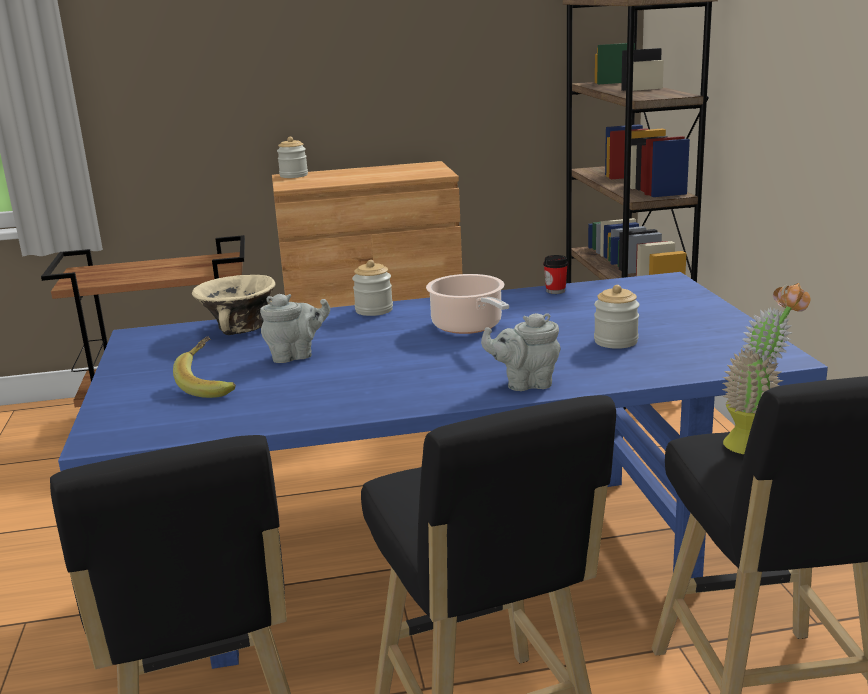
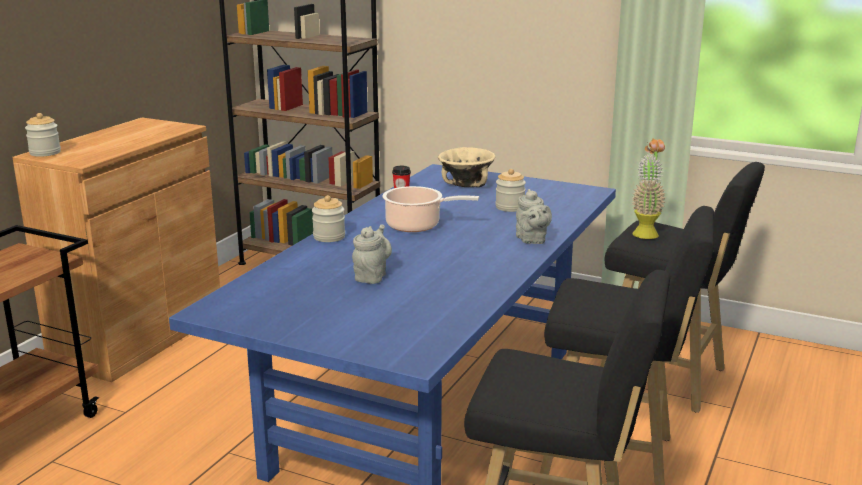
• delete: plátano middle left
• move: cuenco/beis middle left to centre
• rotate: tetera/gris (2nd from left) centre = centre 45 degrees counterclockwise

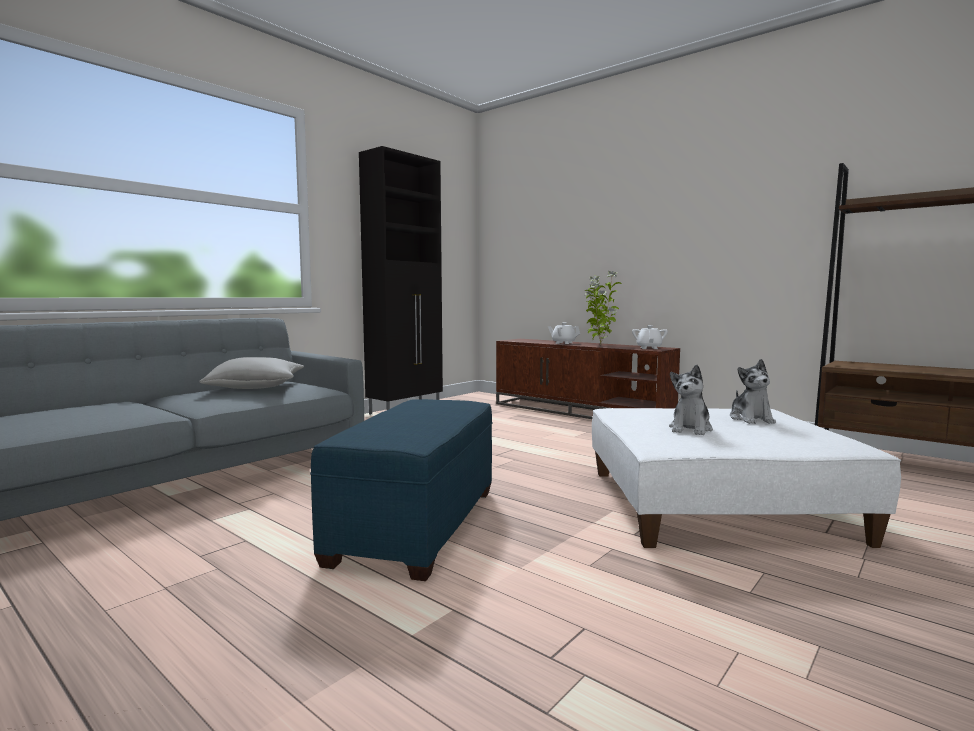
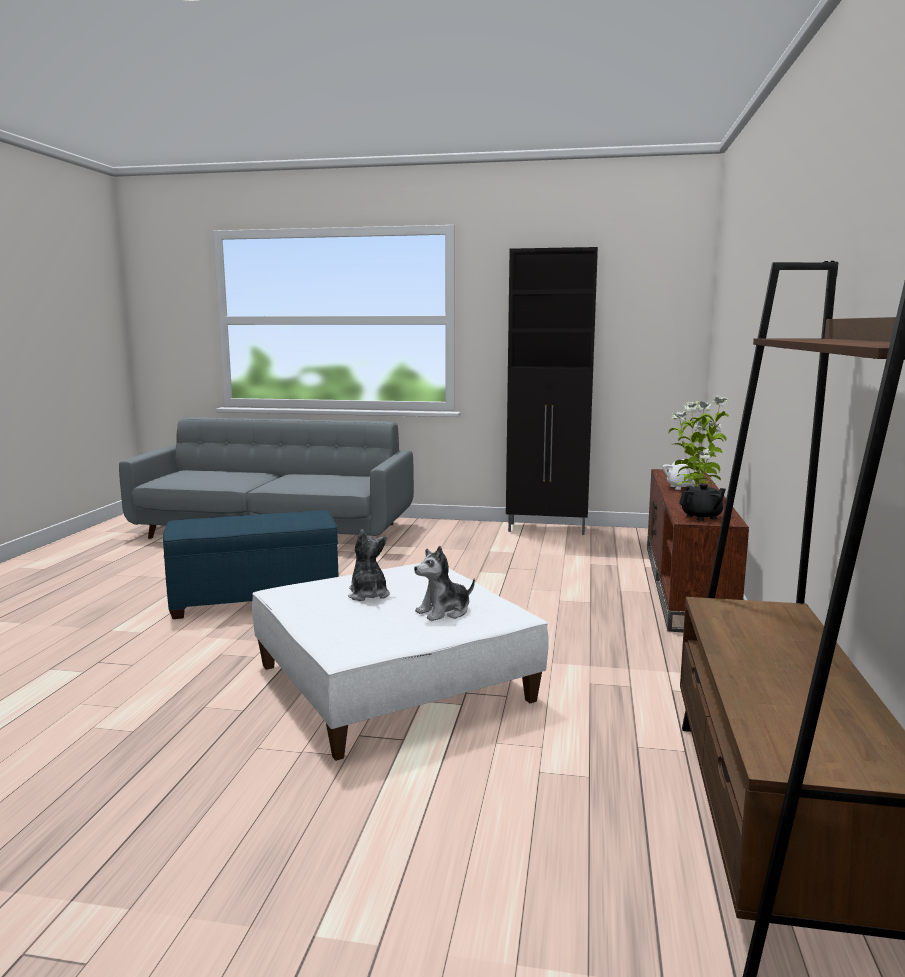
• delete: cojín/gris middle left
• recolor: tetera/blanco (2nd from left) middle right to tetera/negro middle right
• rotate: peluche (1st from left) middle right = centre 75 degrees clockwise

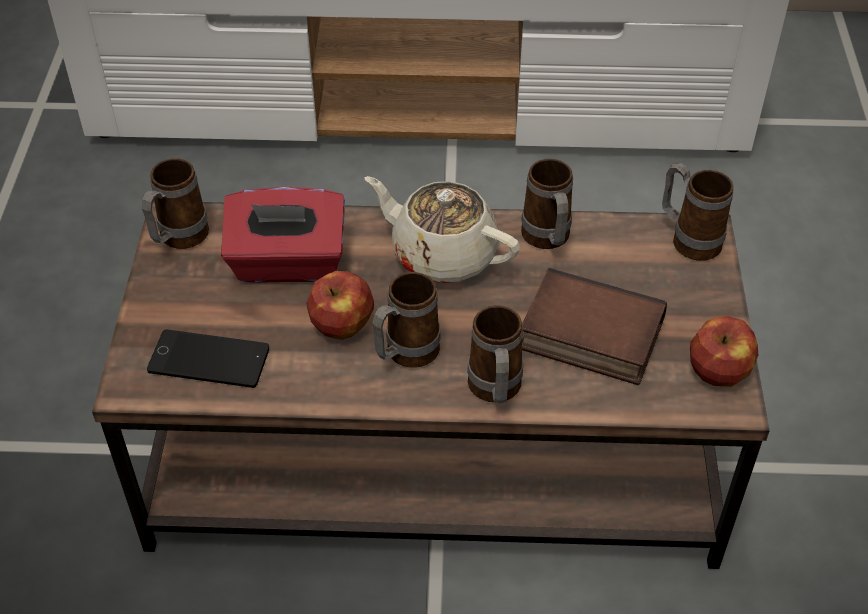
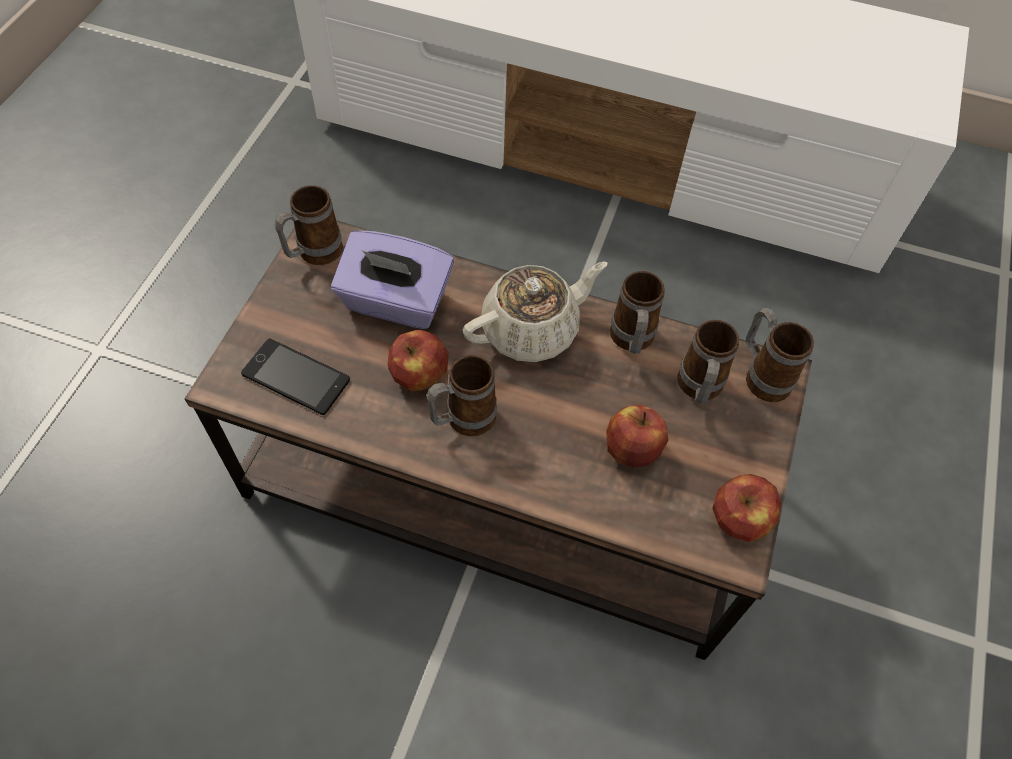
• recolor: caja de pañuelos/rojo middle left to caja de pañuelos/morado centre
• rotate: tetera/beis centre = centre 105 degrees clockwise
• move: taza grande (3rd from left in the first image) centre to taza grande (4th from left) middle right
• replace: libro middle right to manzana (2nd from left) centre

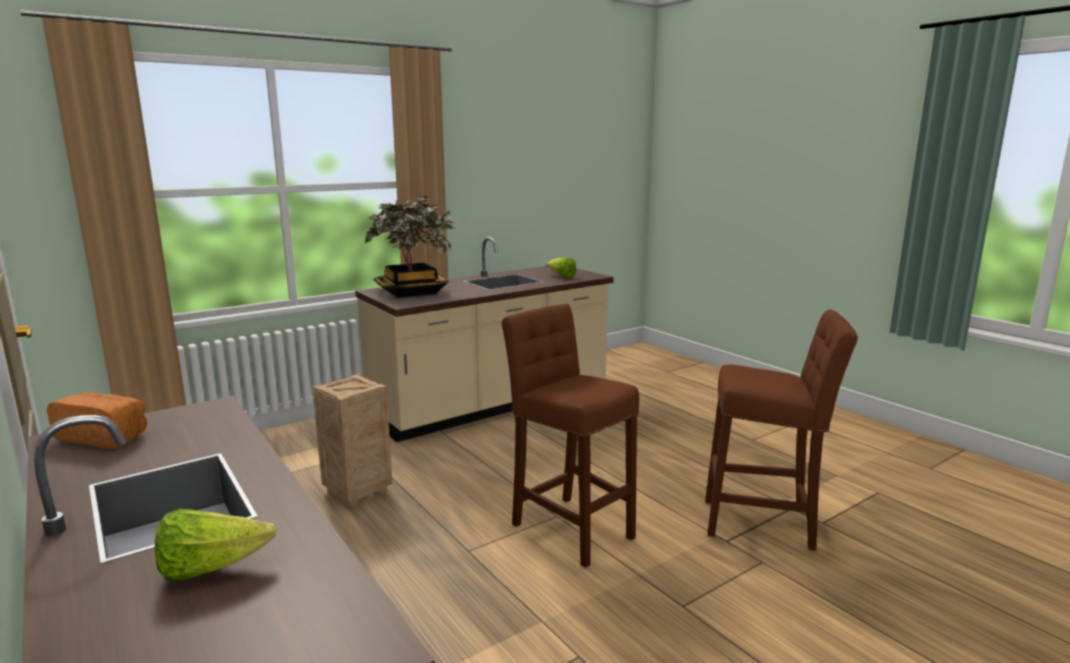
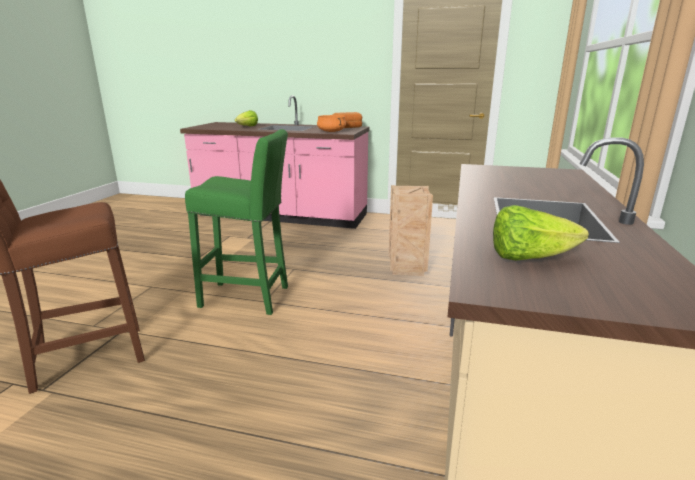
• delete: planta en maceta centre
• recolor: taburete/marrón (1st from left) centre to taburete/verde centre
• insert: olla/naranja top centre

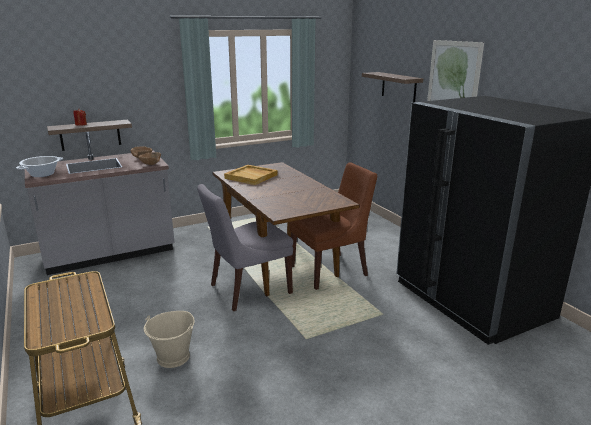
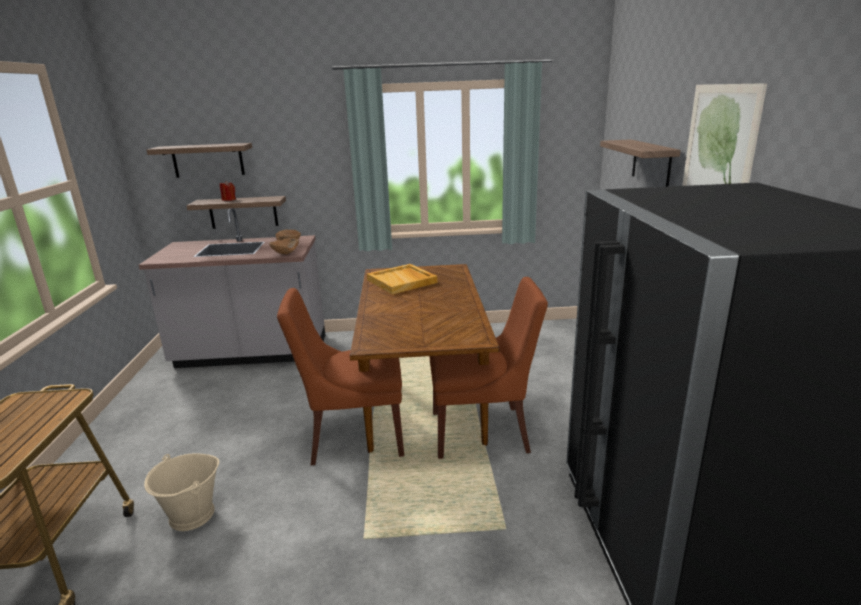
• delete: olla middle left
• recolor: silla/gris centre to silla/marrón (1st from left) centre
• insert: estante (1st from left) top left

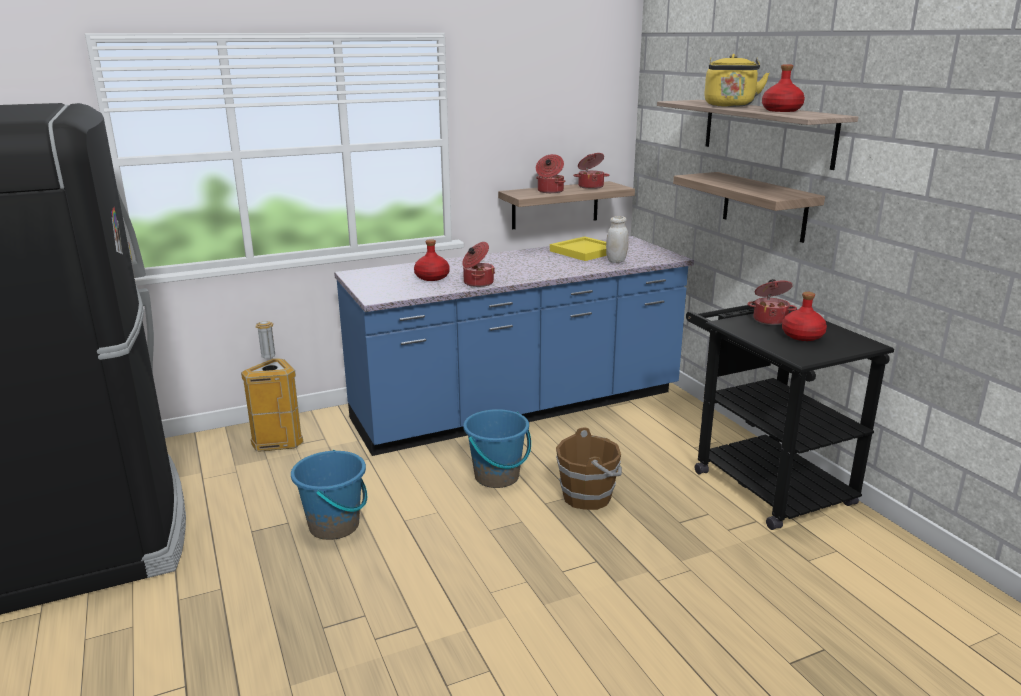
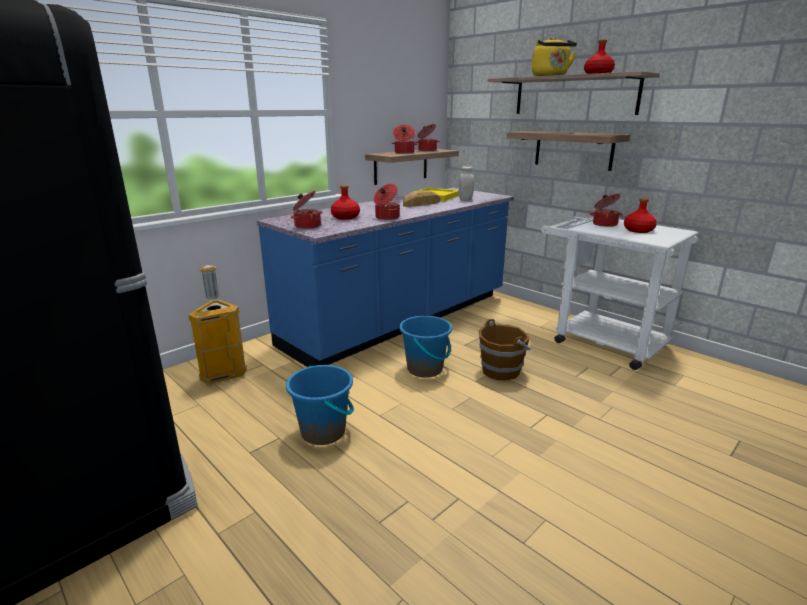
• recolor: carrito/negro middle right to carrito/blanco middle right
• insert: olla (1st from left) centre
• insert: pan top centre

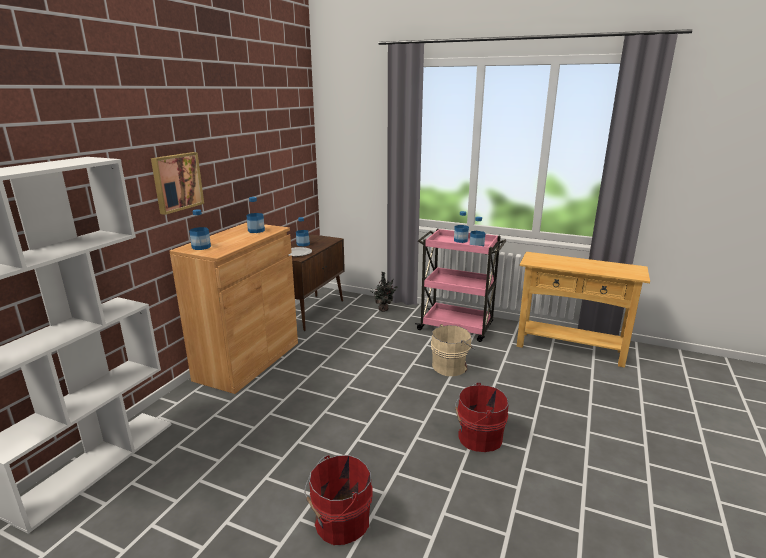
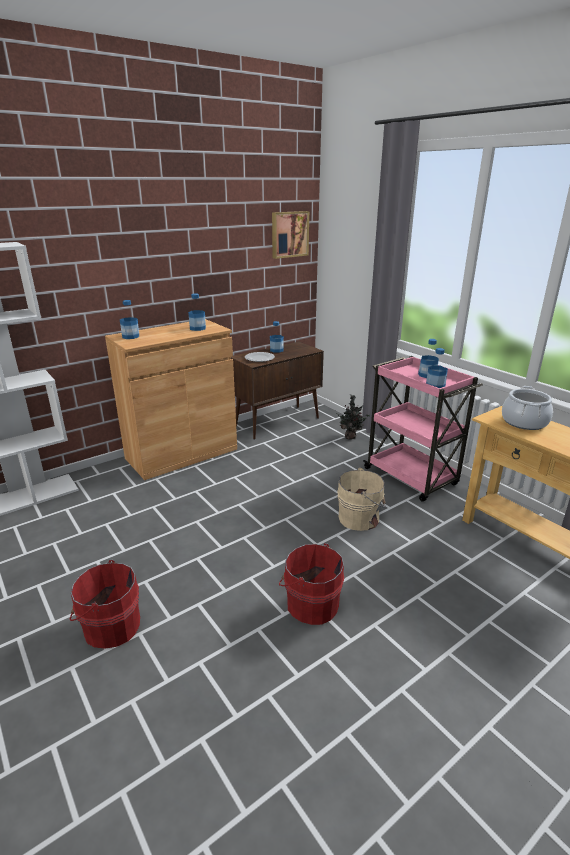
• move: cuadro top left to top centre
• insert: olla middle right

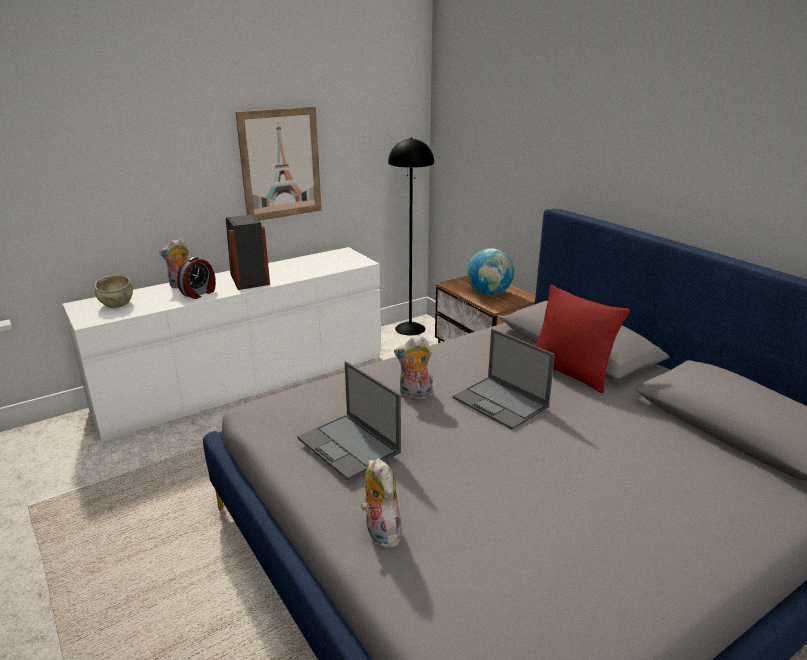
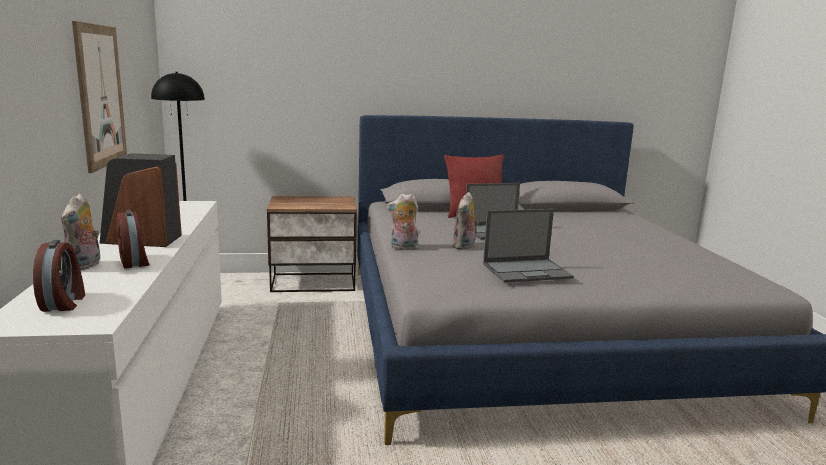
• replace: cuenco/beis middle left to despertador (1st from left) middle left
• move: peluche (2nd from left) bottom centre to centre
• delete: globo terráqueo centre

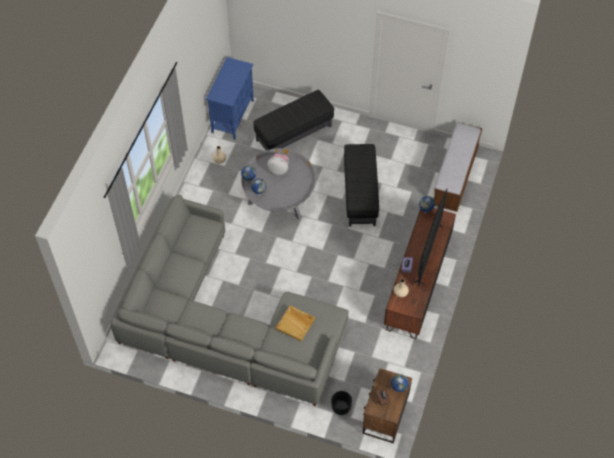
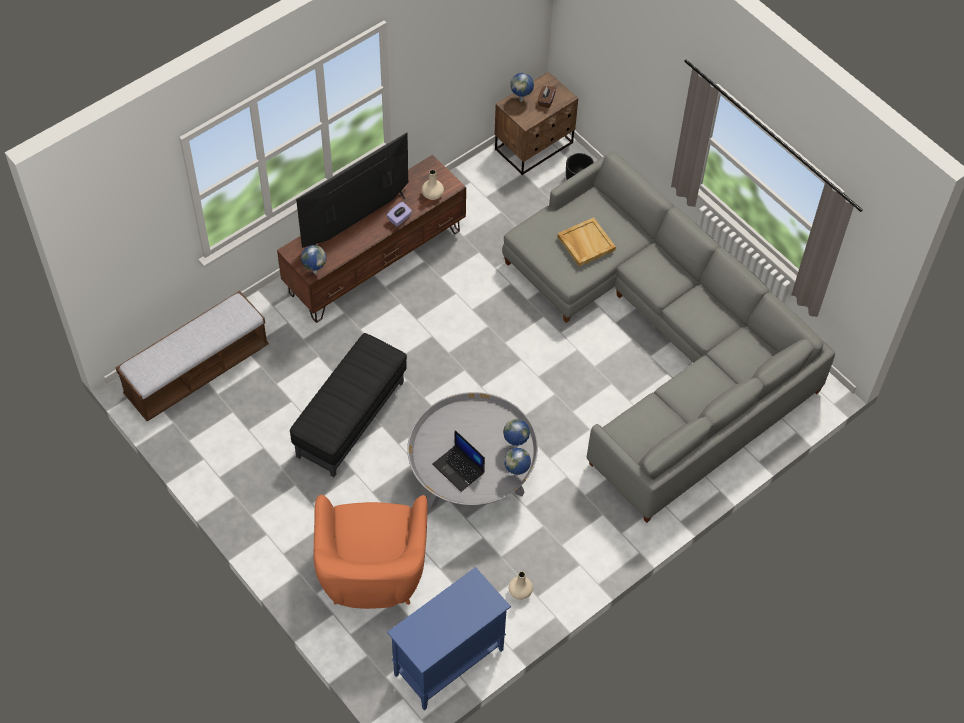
• replace: puf/negro (1st from left) top centre to sillón/naranja bottom centre
• replace: peluche centre to portátil centre

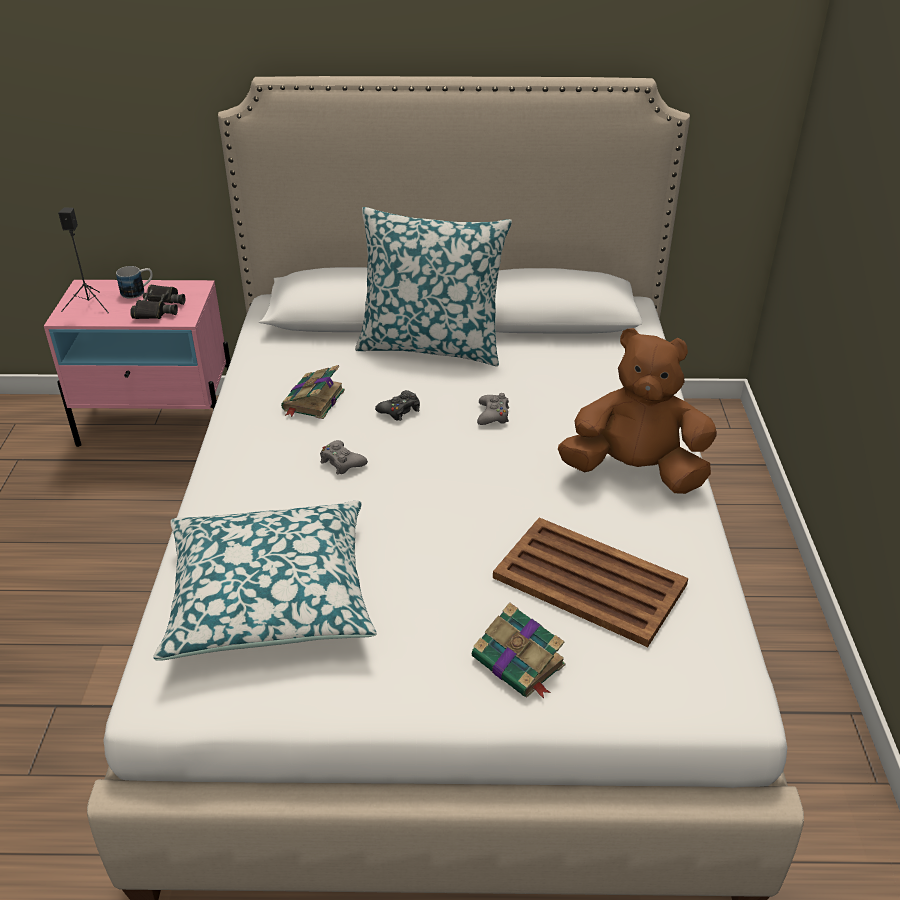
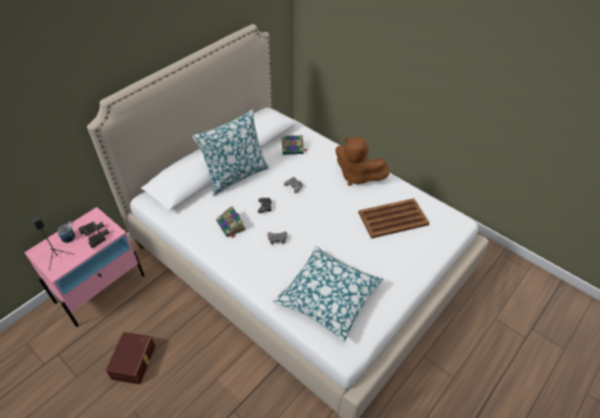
• move: libro (2nd from left) bottom centre to centre
• rotate: peluche/marrón middle right = centre 105 degrees counterclockwise
• insert: caja de almacenaje/marrón bottom left

